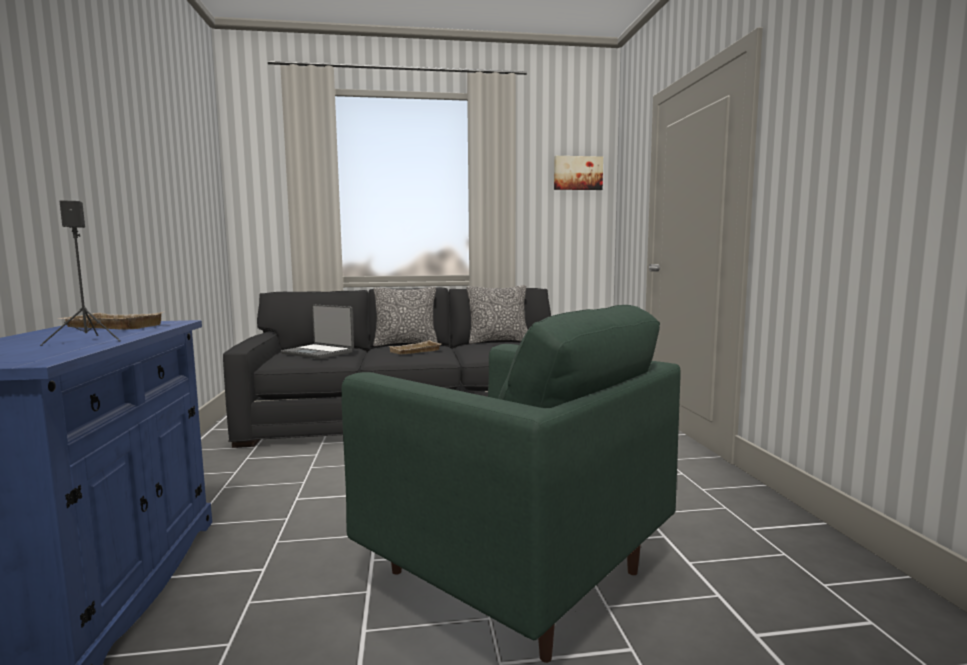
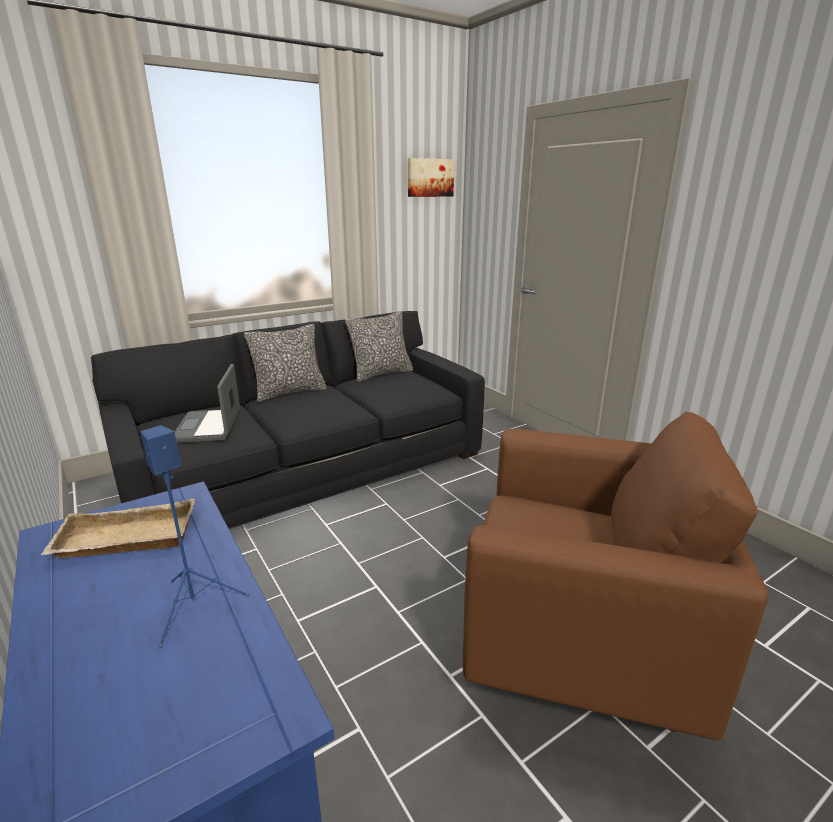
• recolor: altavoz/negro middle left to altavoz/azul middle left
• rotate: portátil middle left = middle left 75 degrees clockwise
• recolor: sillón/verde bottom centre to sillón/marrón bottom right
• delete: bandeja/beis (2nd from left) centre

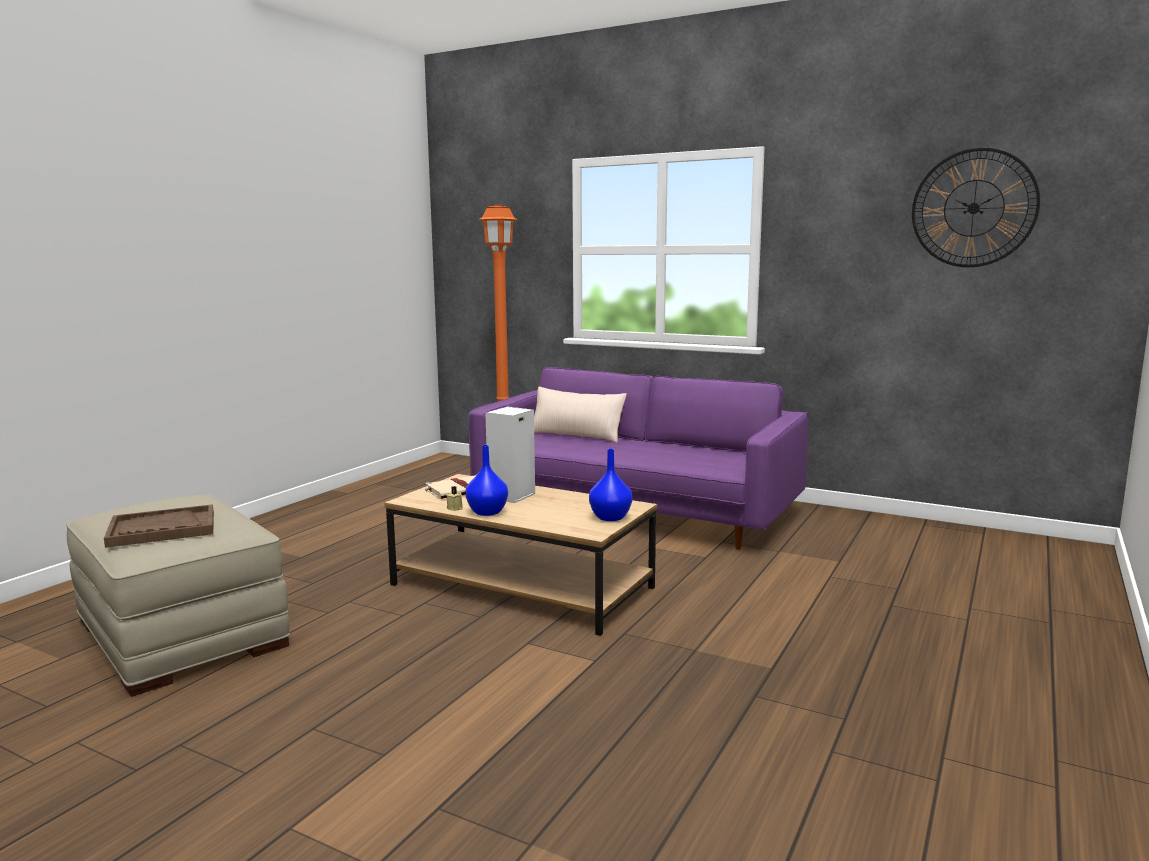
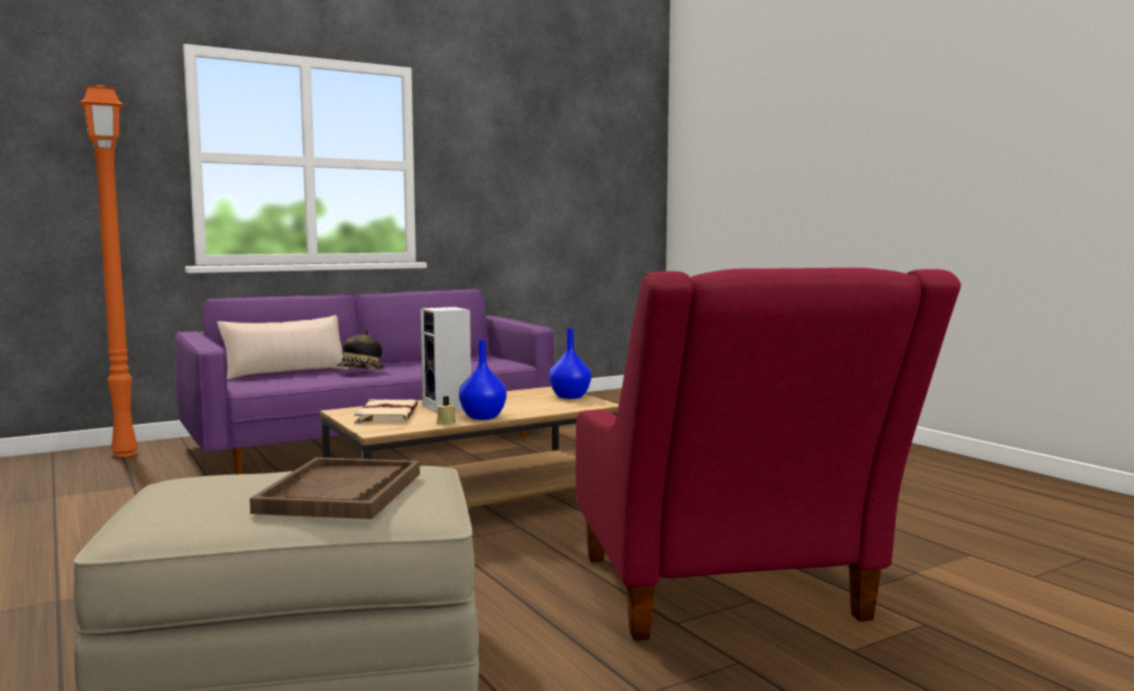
• delete: reloj de pared top right
• insert: sombrero middle left
• insert: sillón/rojo middle right

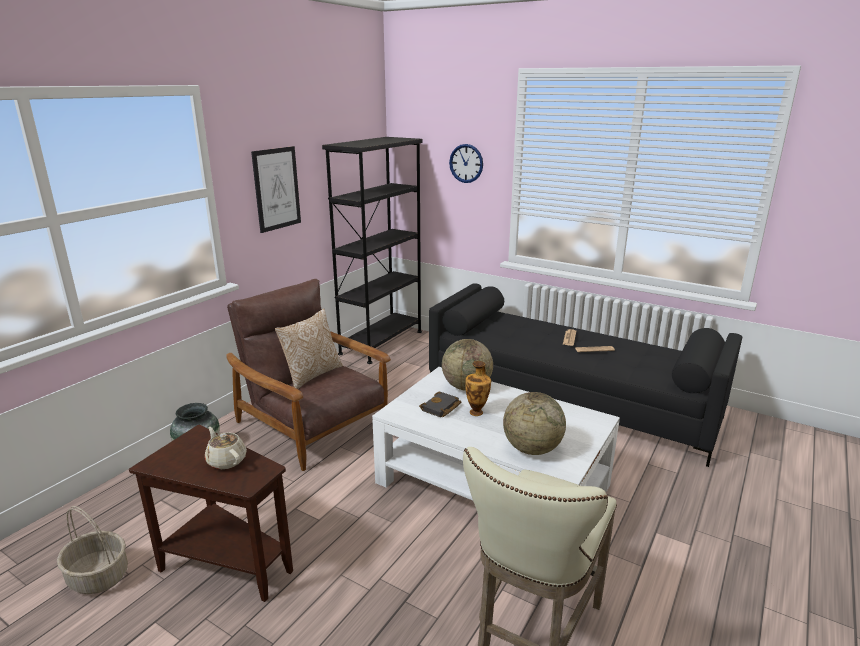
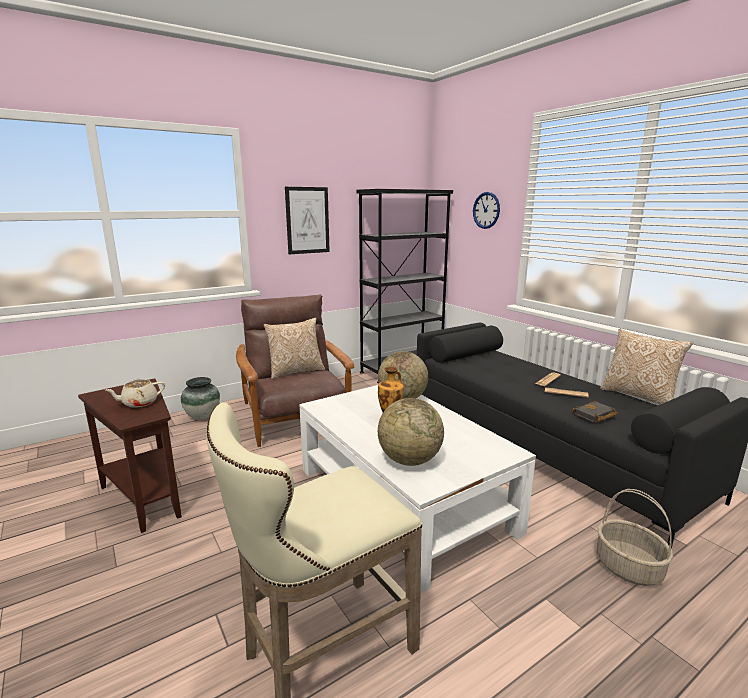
• move: cesta bottom left to bottom right
• rotate: tetera/beis bottom left = middle left 105 degrees counterclockwise
• move: libro/negro centre to middle right
• insert: cojín (2nd from left) middle right

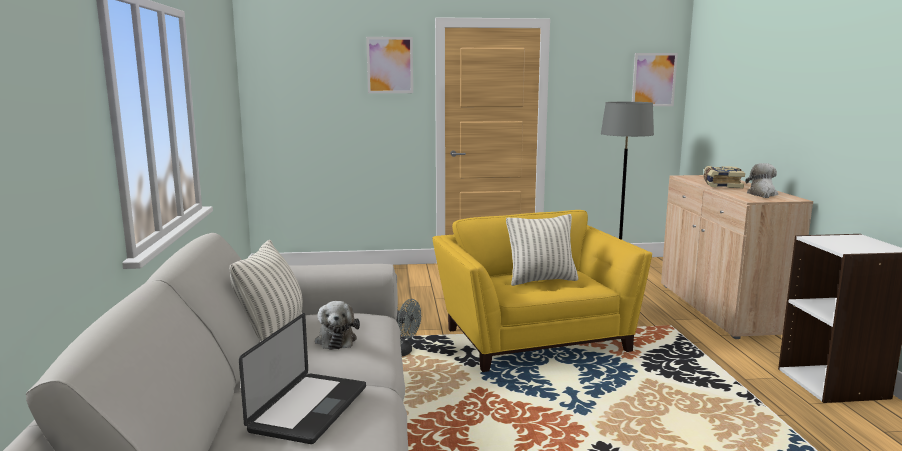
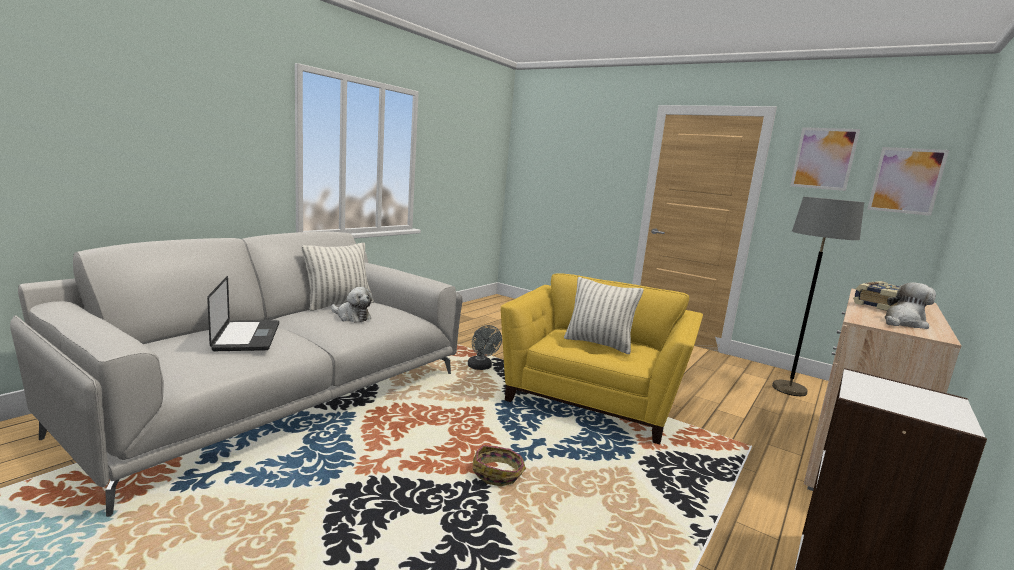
• rotate: portátil bottom centre = middle left 75 degrees counterclockwise
• rotate: peluche (1st from left) bottom centre = centre 90 degrees counterclockwise
• move: cuadro (1st from left) top centre to top right
• insert: cesta bottom centre

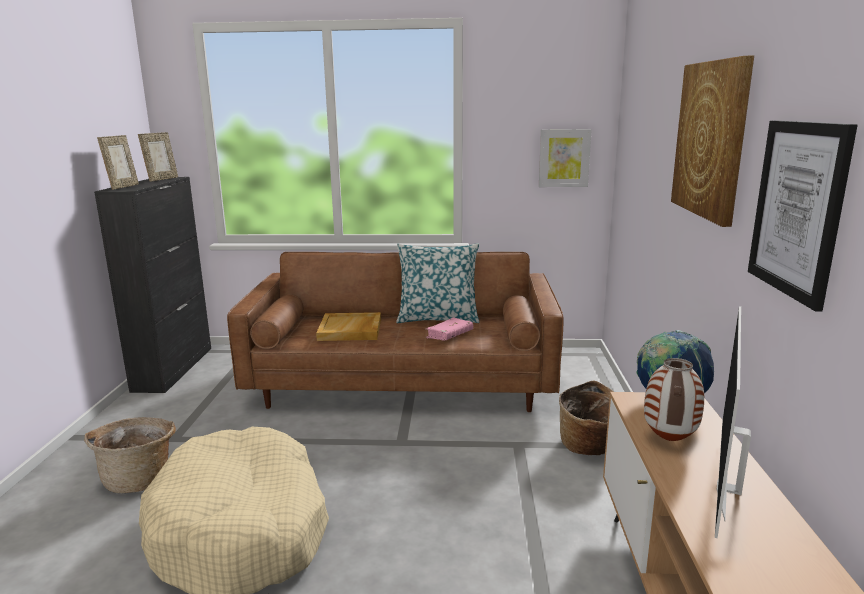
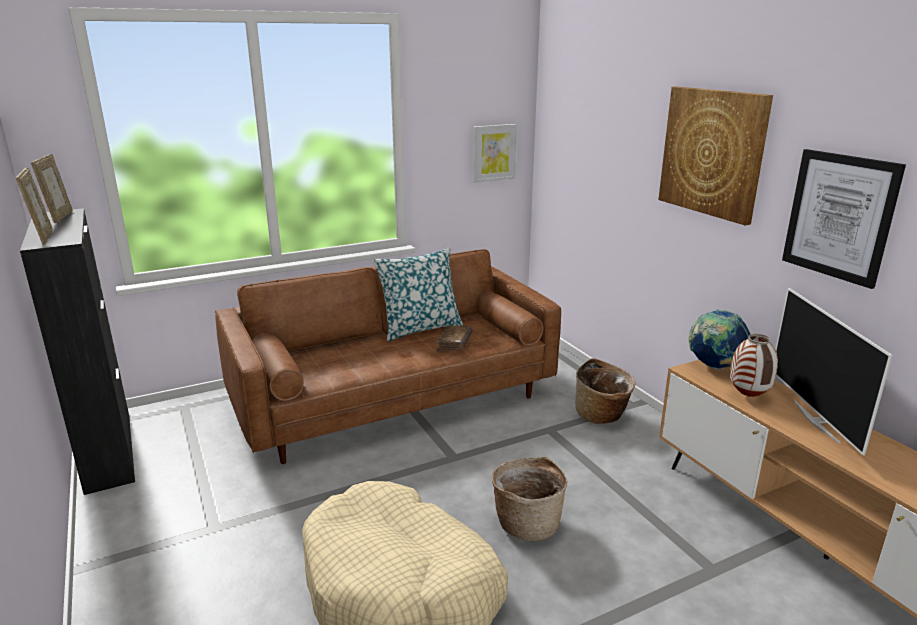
• move: cesta (1st from left) bottom left to bottom centre
• delete: bandeja/beis centre
• recolor: libro/rosa centre to libro/marrón centre

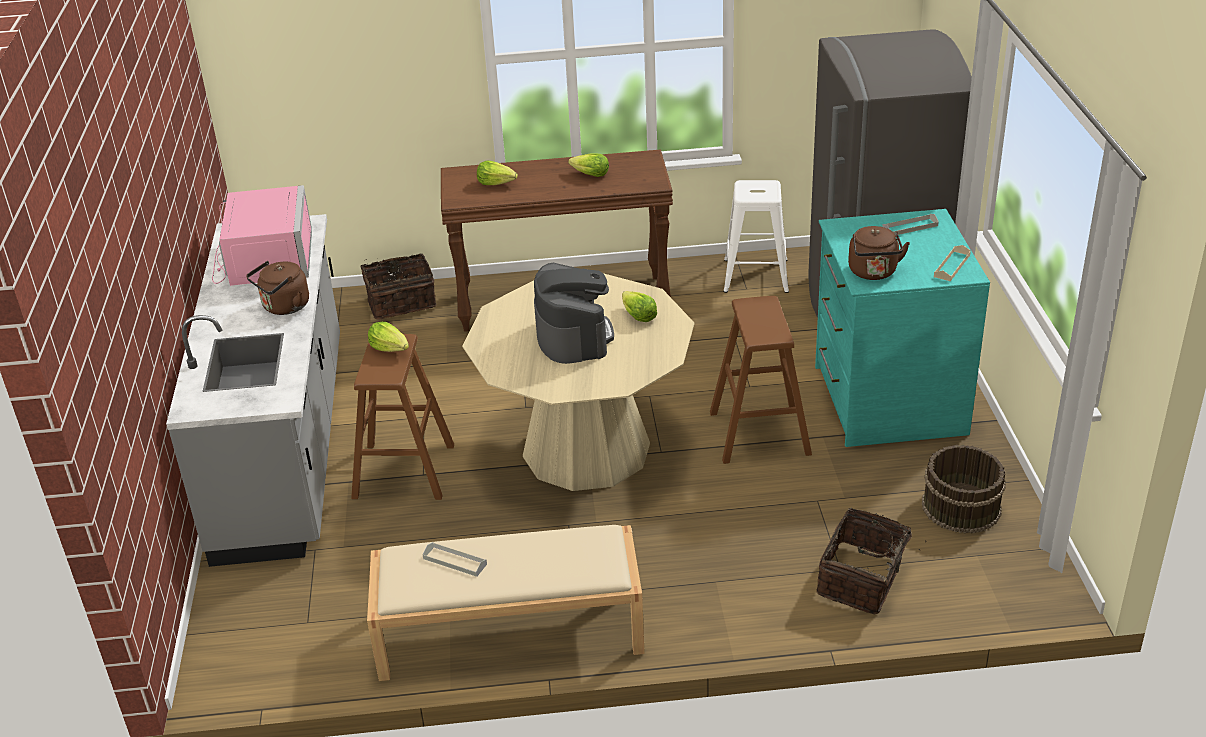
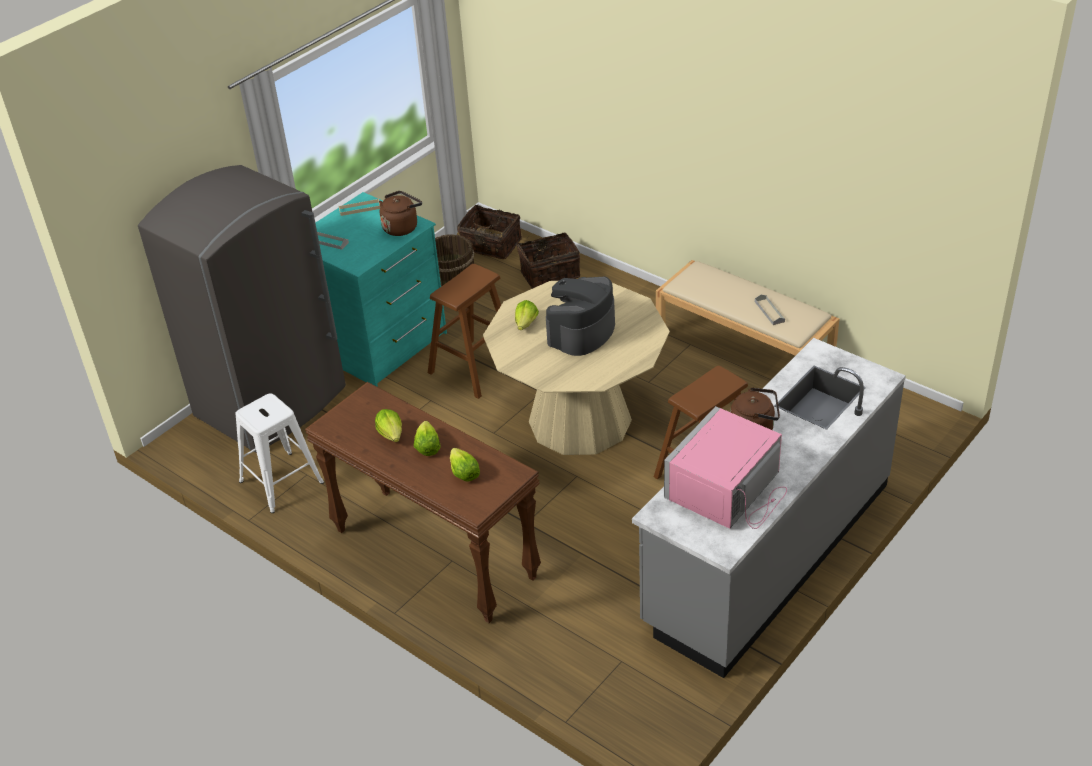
• move: cesta (1st from left) middle left to top centre
• move: lechuga (1st from left in the first image) middle left to lechuga (2nd from left) centre

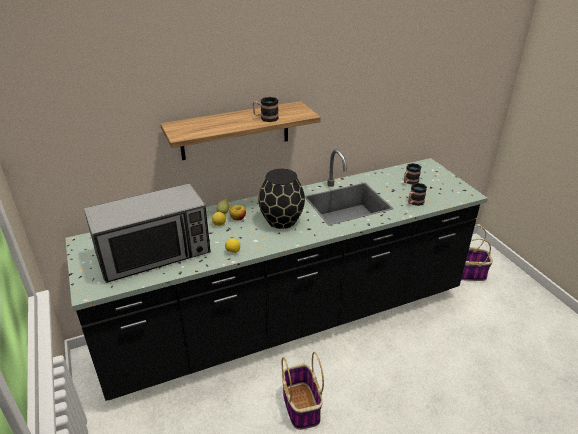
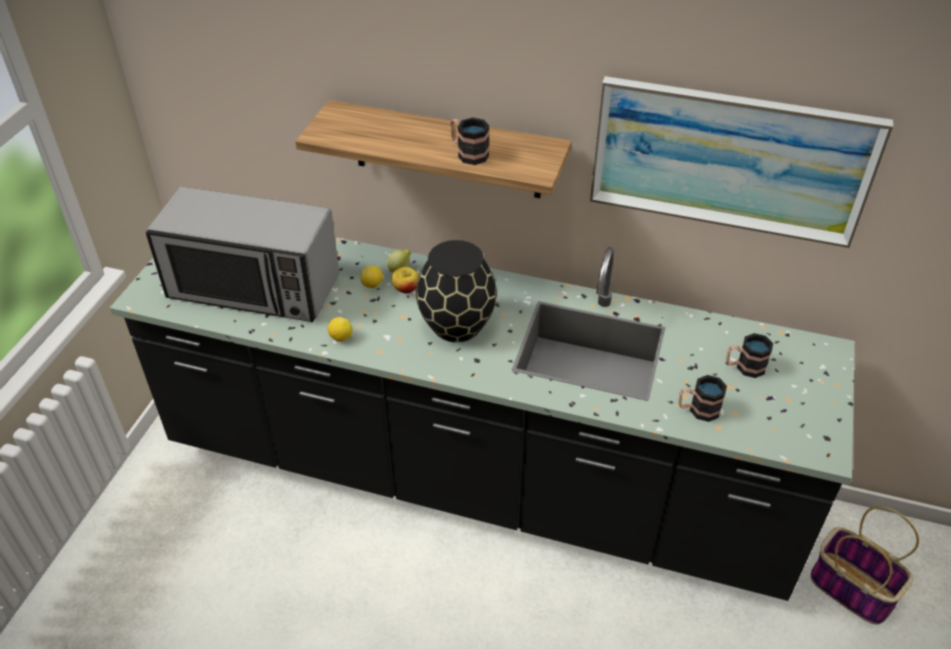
• delete: cesta (1st from left) bottom centre
• insert: cuadro top right

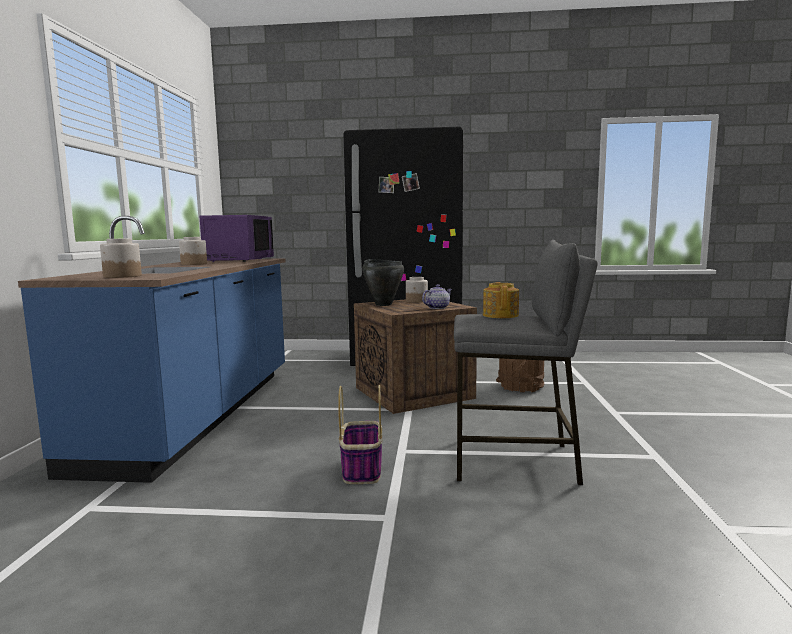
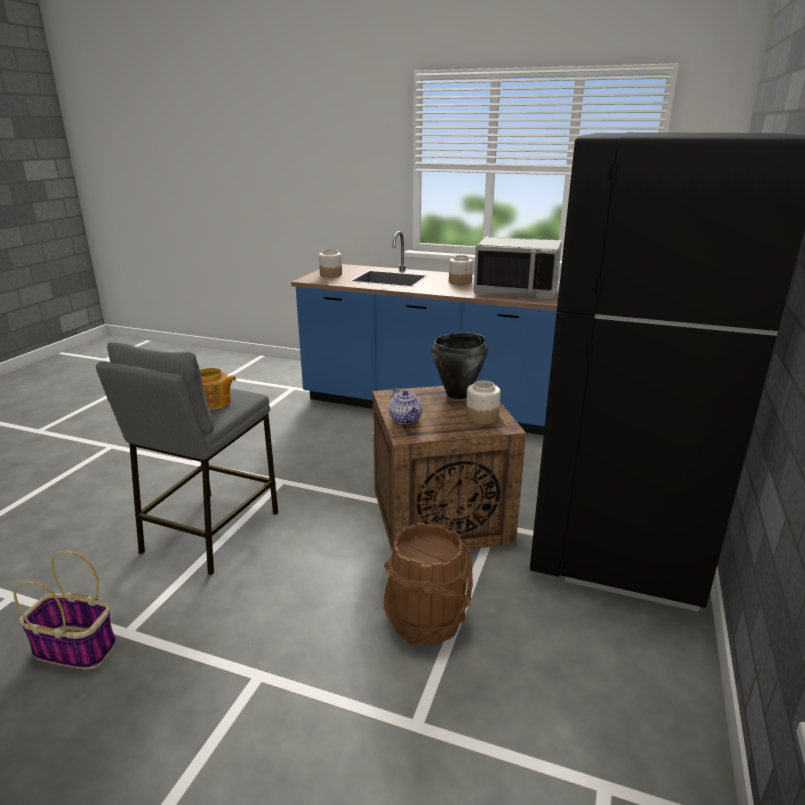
• recolor: microondas/morado middle left to microondas/gris top centre
• move: cesta bottom centre to bottom left

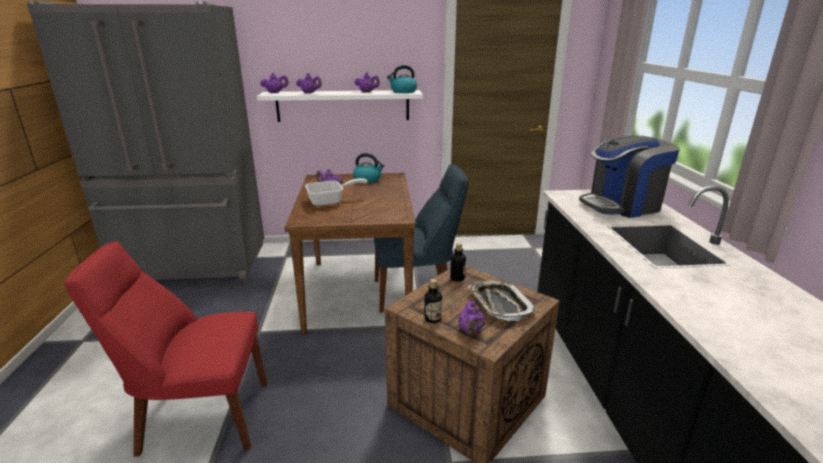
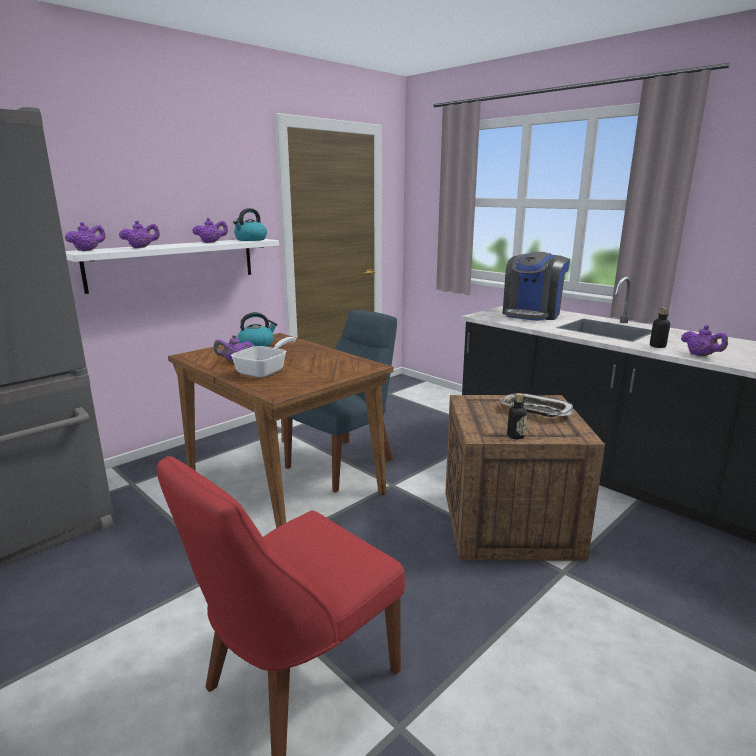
• move: botella (2nd from left) centre to middle right
• move: tetera/morado (5th from left) bottom centre to middle right

